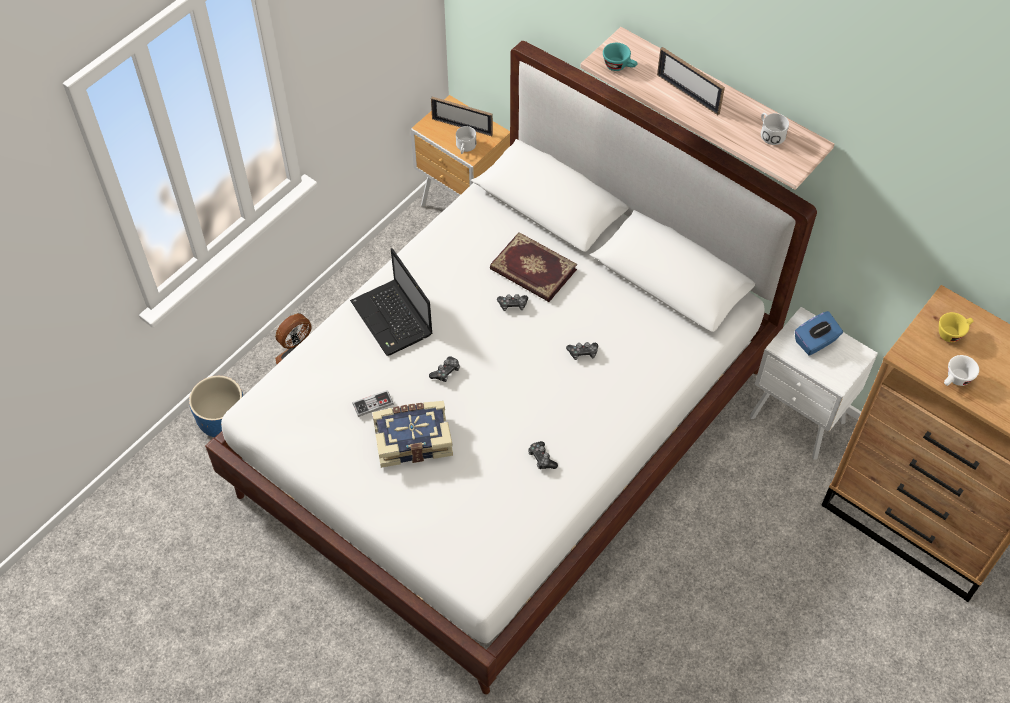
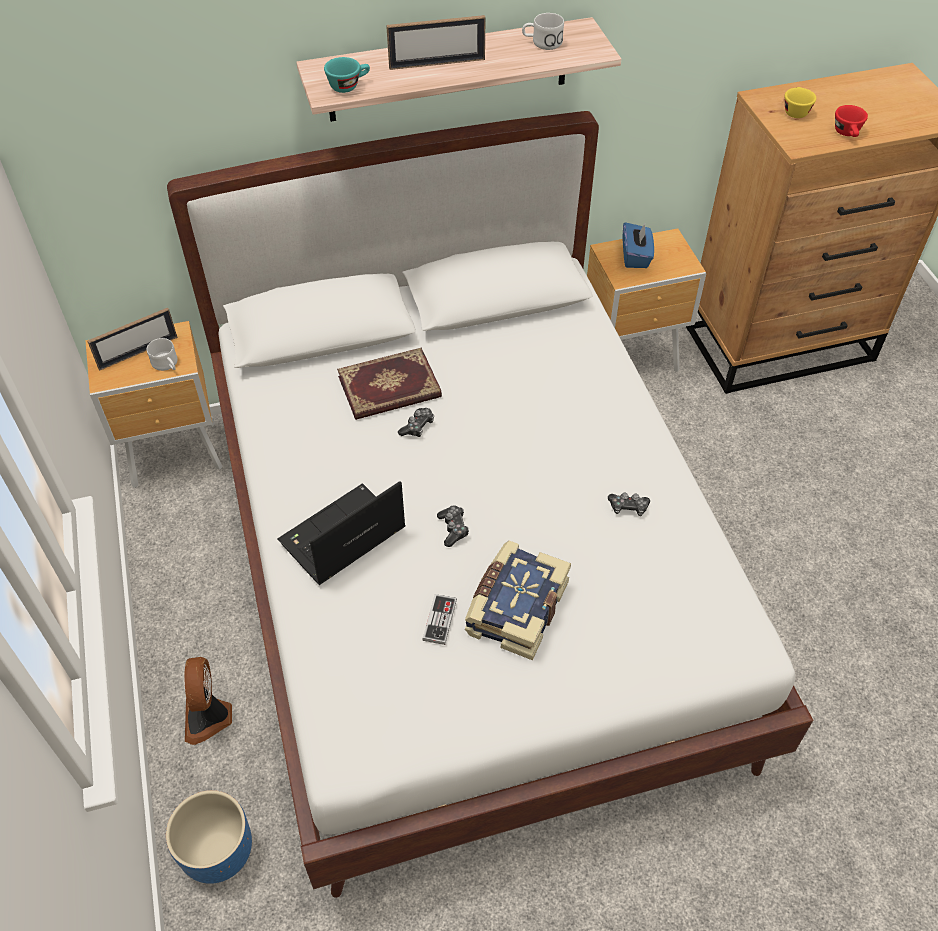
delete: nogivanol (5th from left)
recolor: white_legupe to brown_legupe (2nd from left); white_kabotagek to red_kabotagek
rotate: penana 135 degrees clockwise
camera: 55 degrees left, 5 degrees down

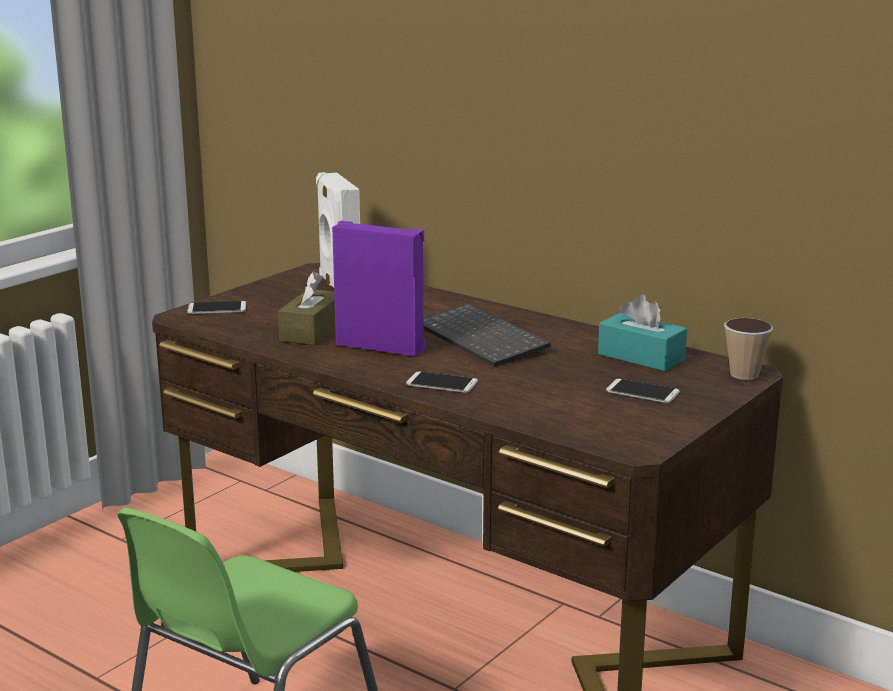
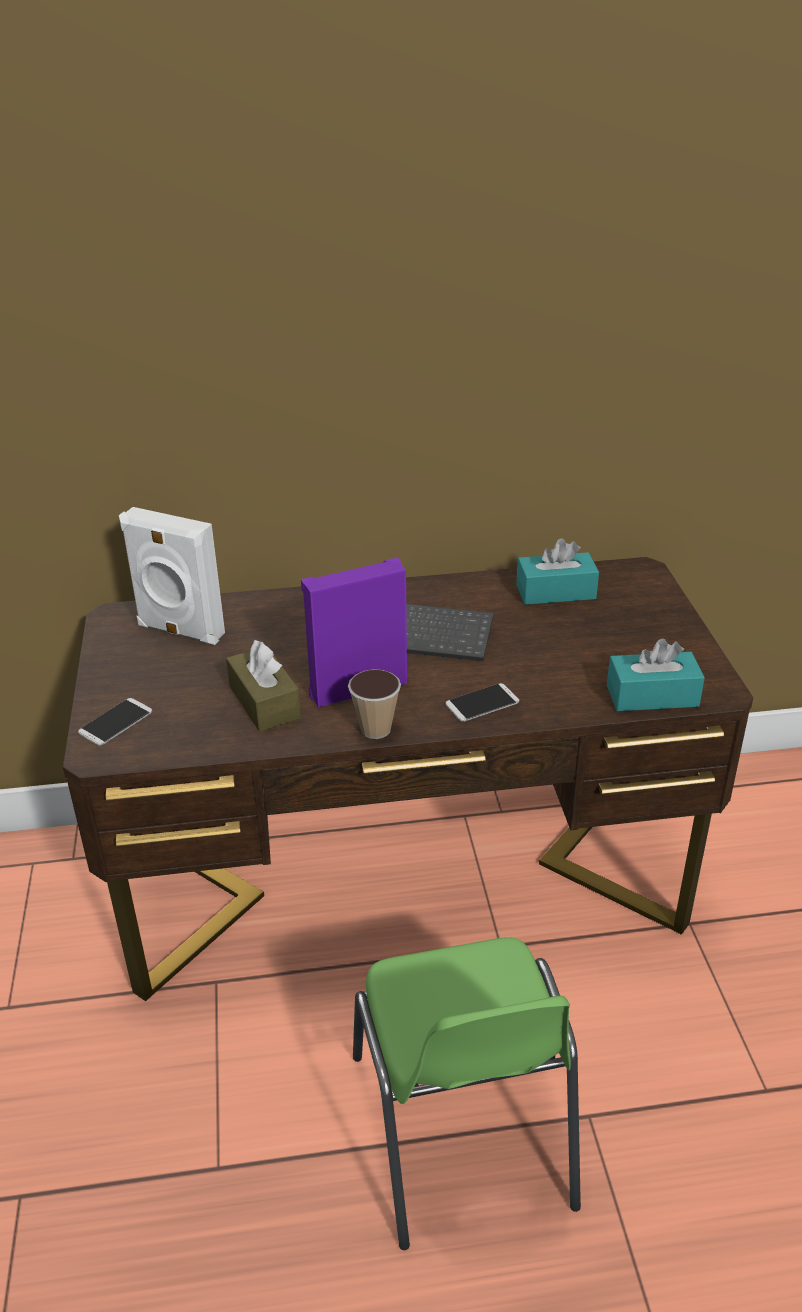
delete: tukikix (3rd from left)
insert: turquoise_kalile (2nd from left)
move: kabotagek
camera: 45 degrees left, 15 degrees up

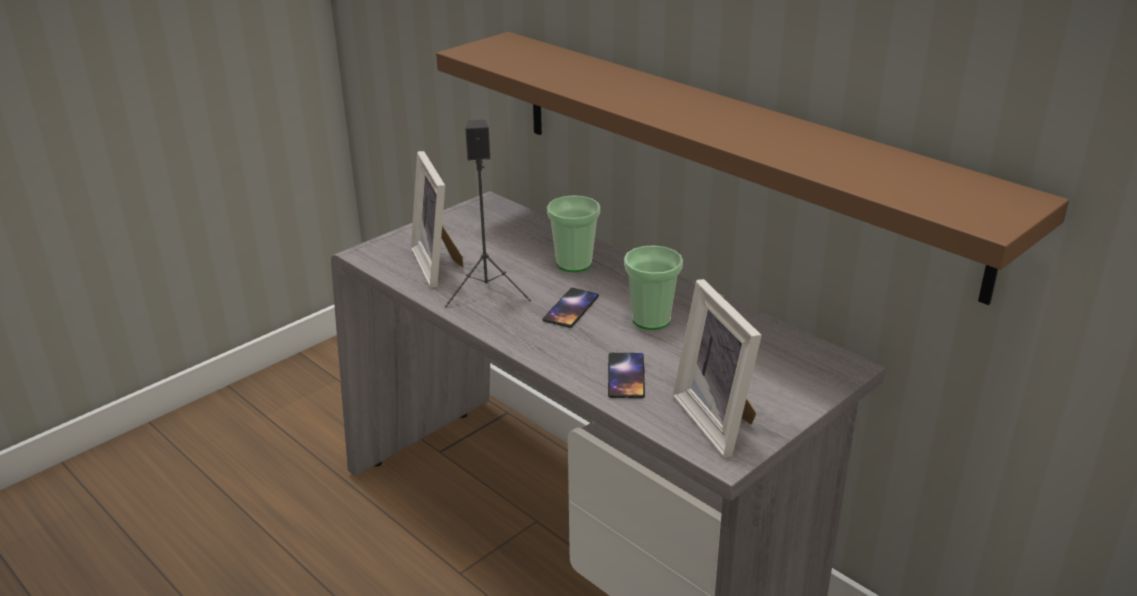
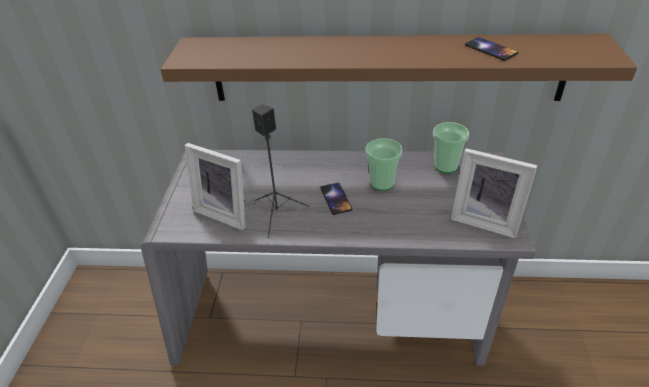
move: kabotagek (1st from left in the first image) to kabotagek (2nd from left); tukikix (2nd from left)
camera: 40 degrees left, 10 degrees up

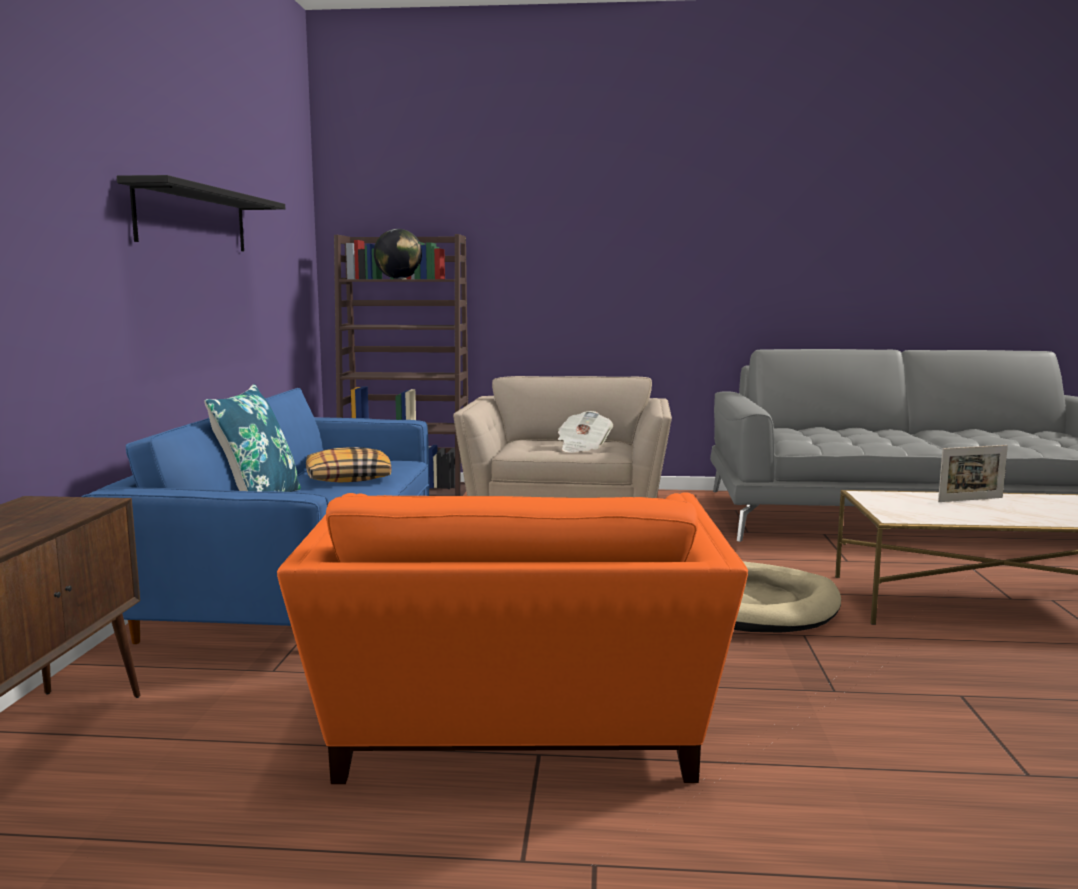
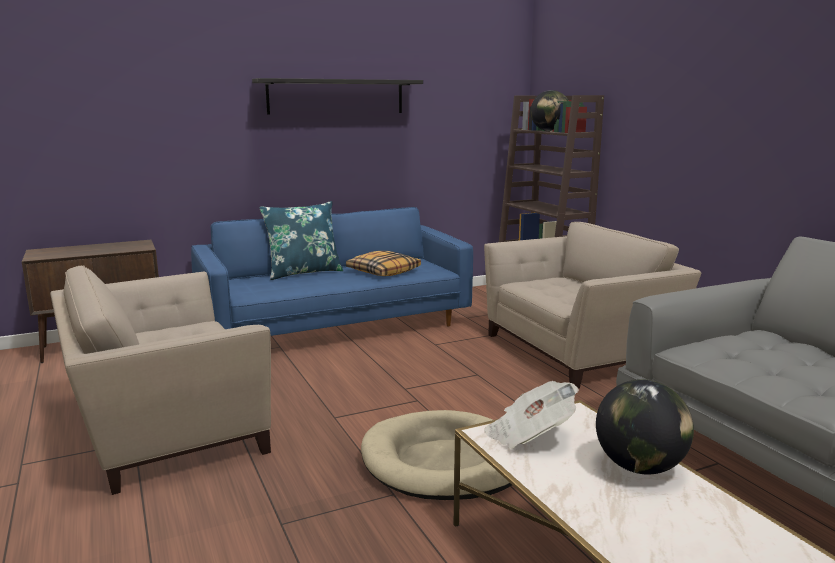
move: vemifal
replace: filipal to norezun (2nd from left)
recolor: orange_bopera to beige_bopera (1st from left)
camera: 60 degrees right, 5 degrees up

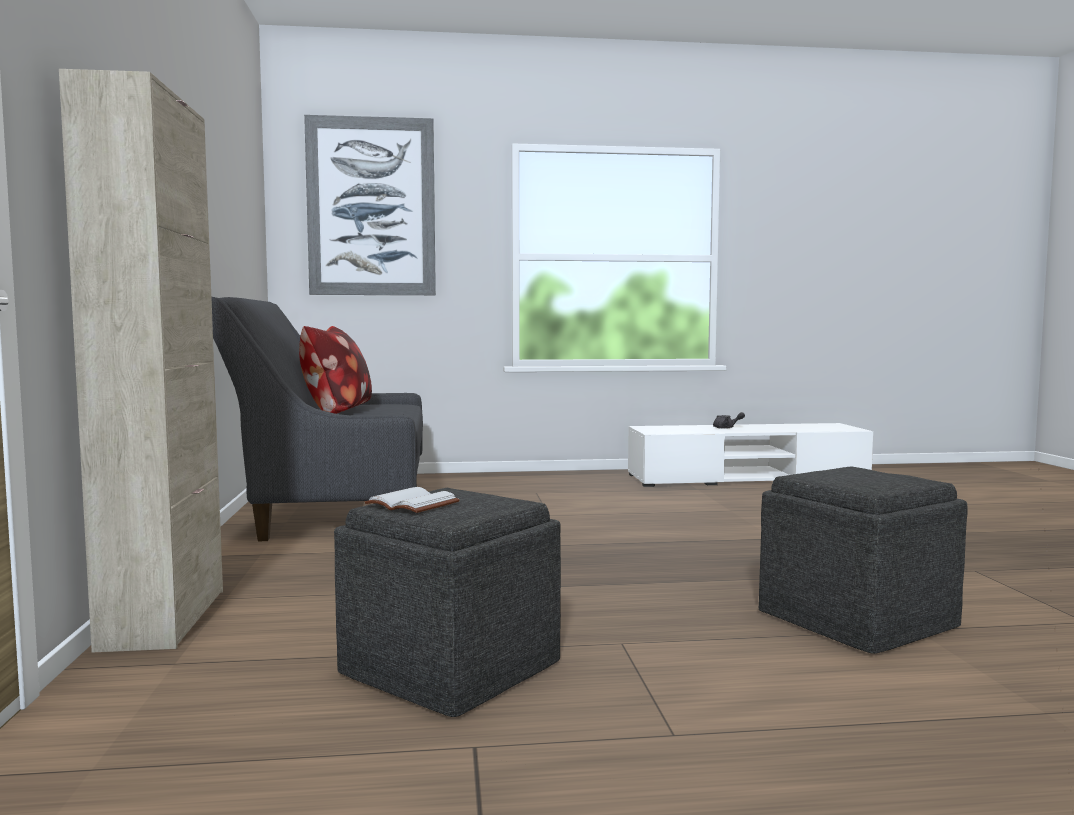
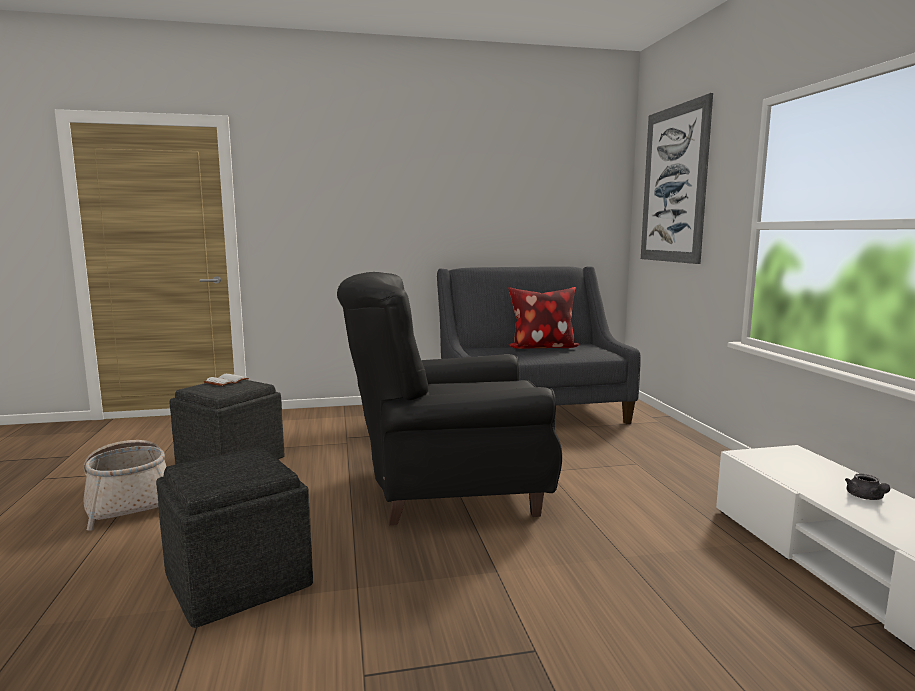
delete: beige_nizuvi
insert: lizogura; black_bopera
camera: 85 degrees right, 5 degrees up

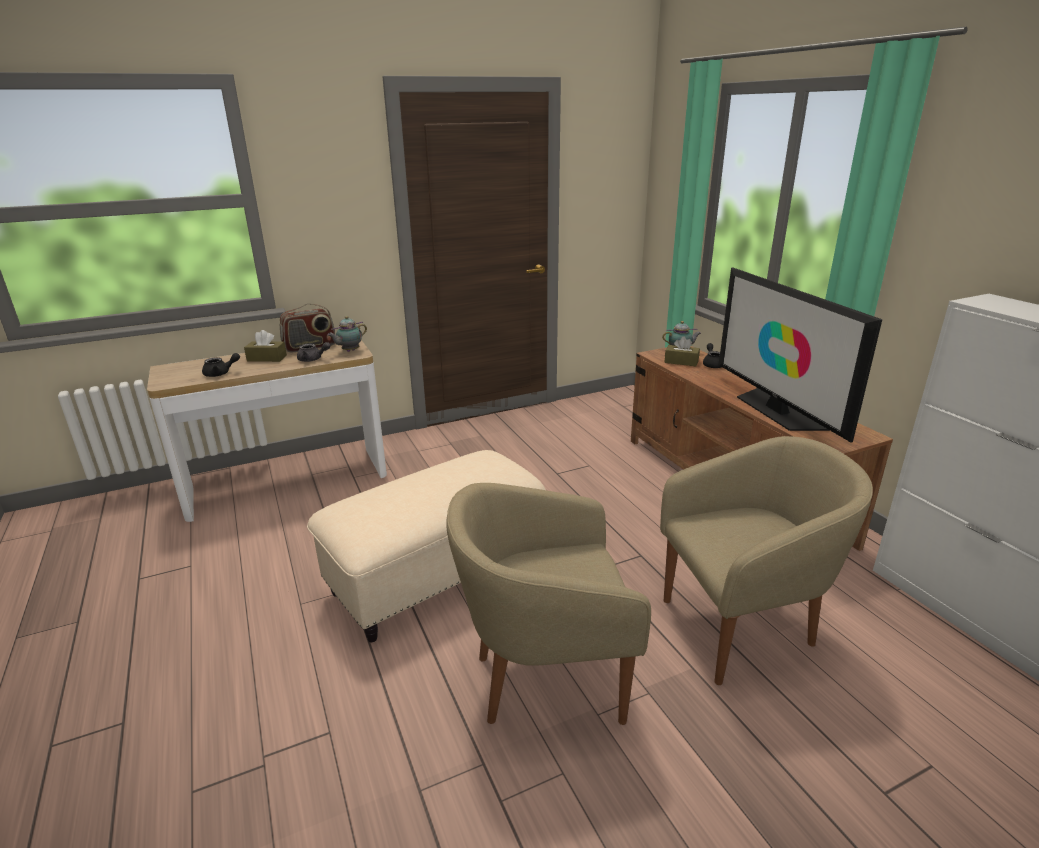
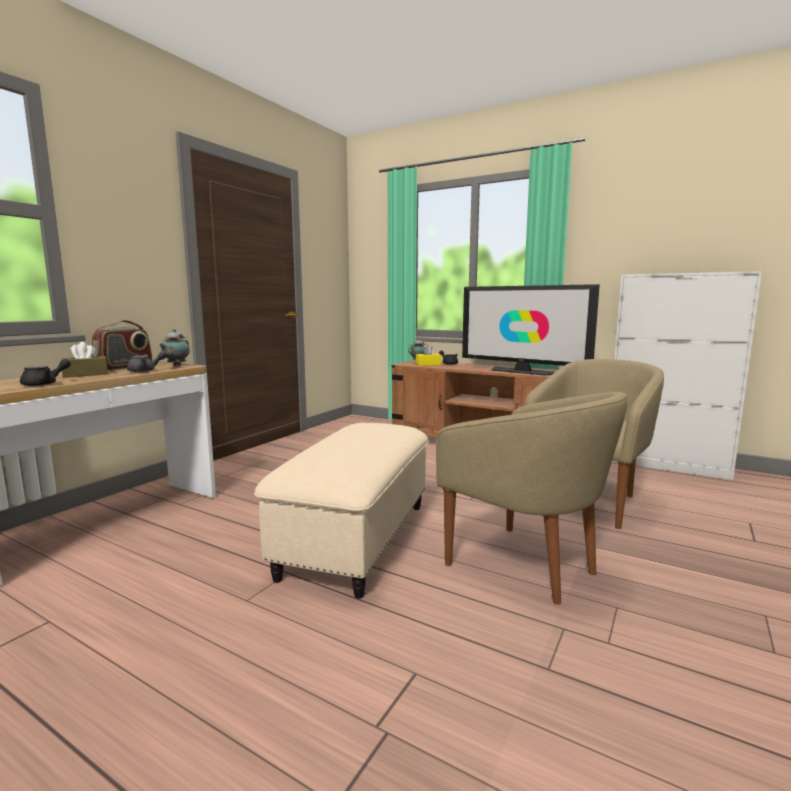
recolor: brown_kalile (2nd from left) to yellow_kalile
rotate: beige_bopera (1st from left) 90 degrees counterclockwise
camera: 35 degrees left, 15 degrees down

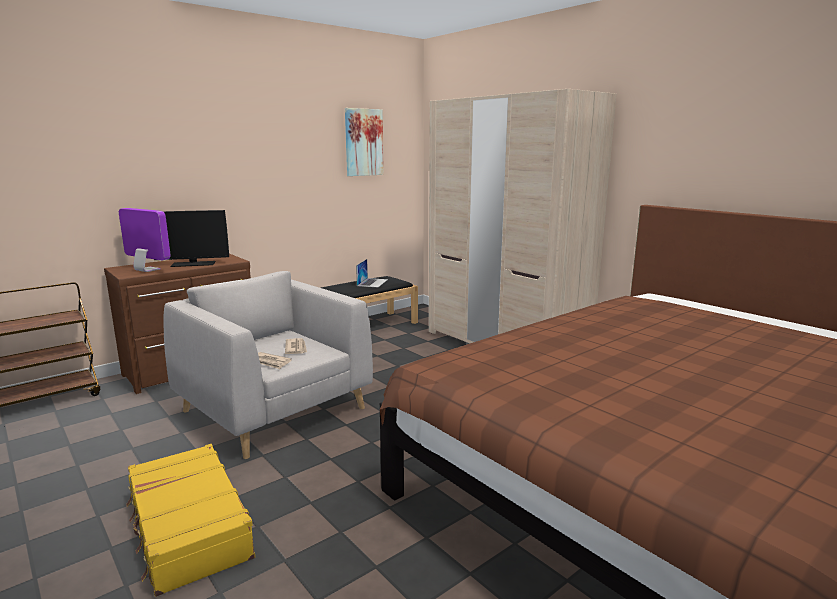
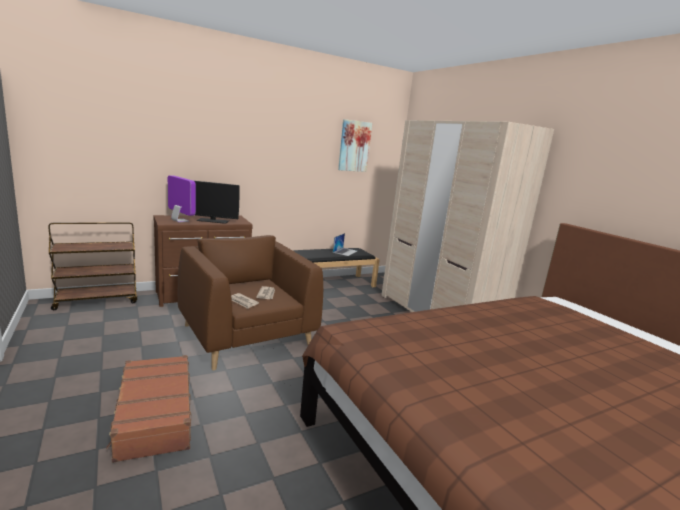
recolor: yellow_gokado to brown_gokado; grey_bopera to brown_bopera
camera: 10 degrees right, 0 degrees up

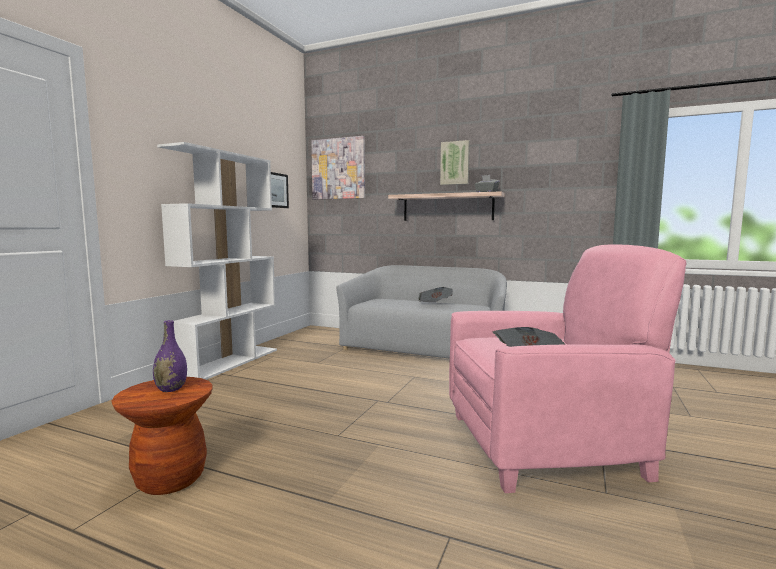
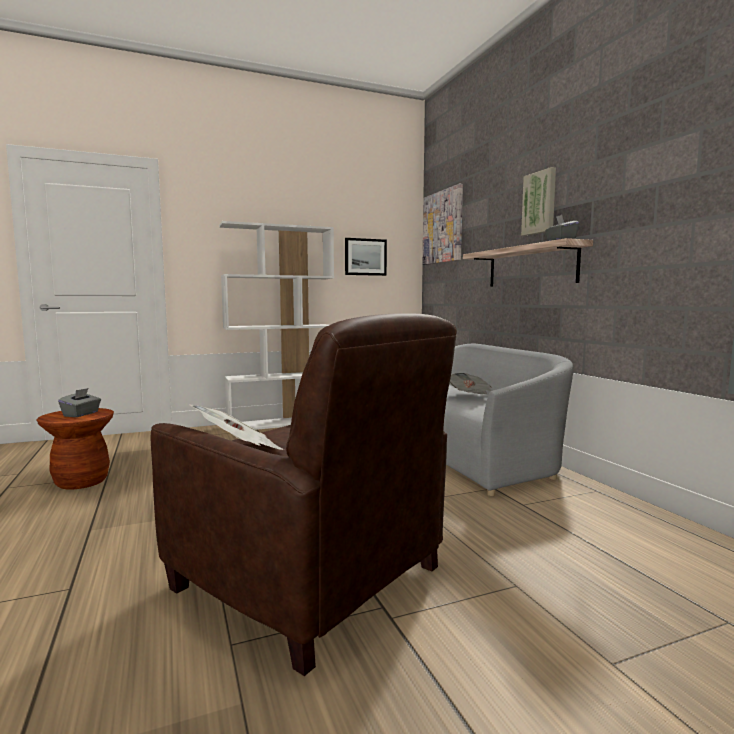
replace: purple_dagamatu to grey_kalile (1st from left)
recolor: pink_bopera to brown_bopera
camera: 45 degrees right, 0 degrees up

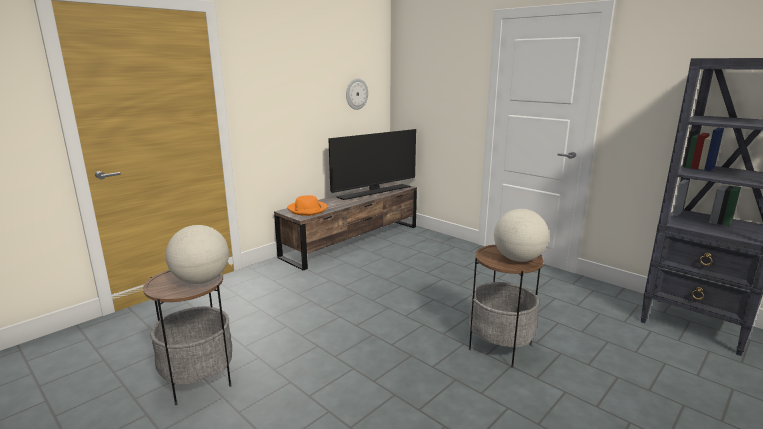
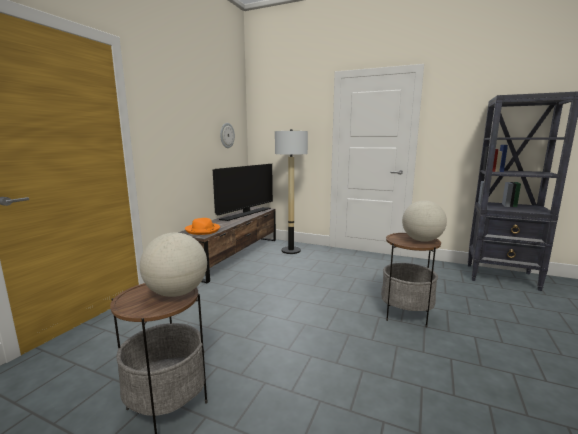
insert: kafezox
camera: 20 degrees left, 5 degrees down

